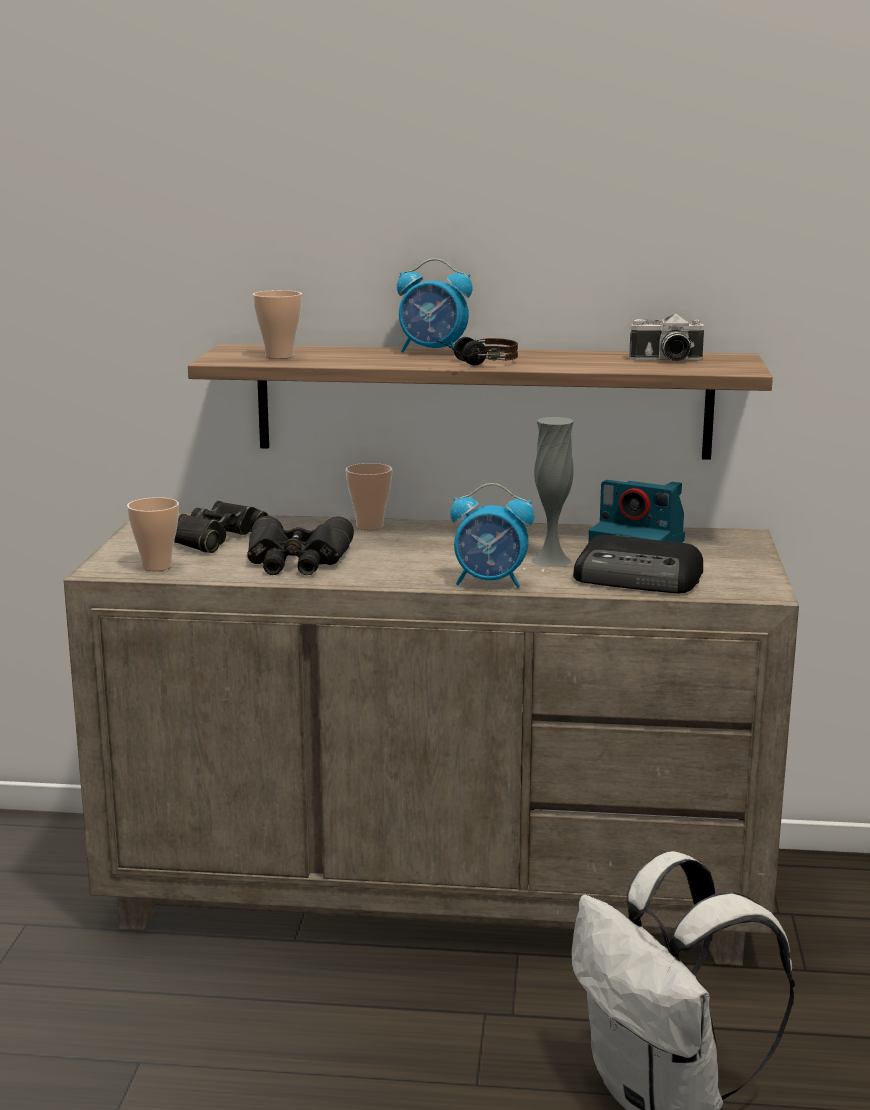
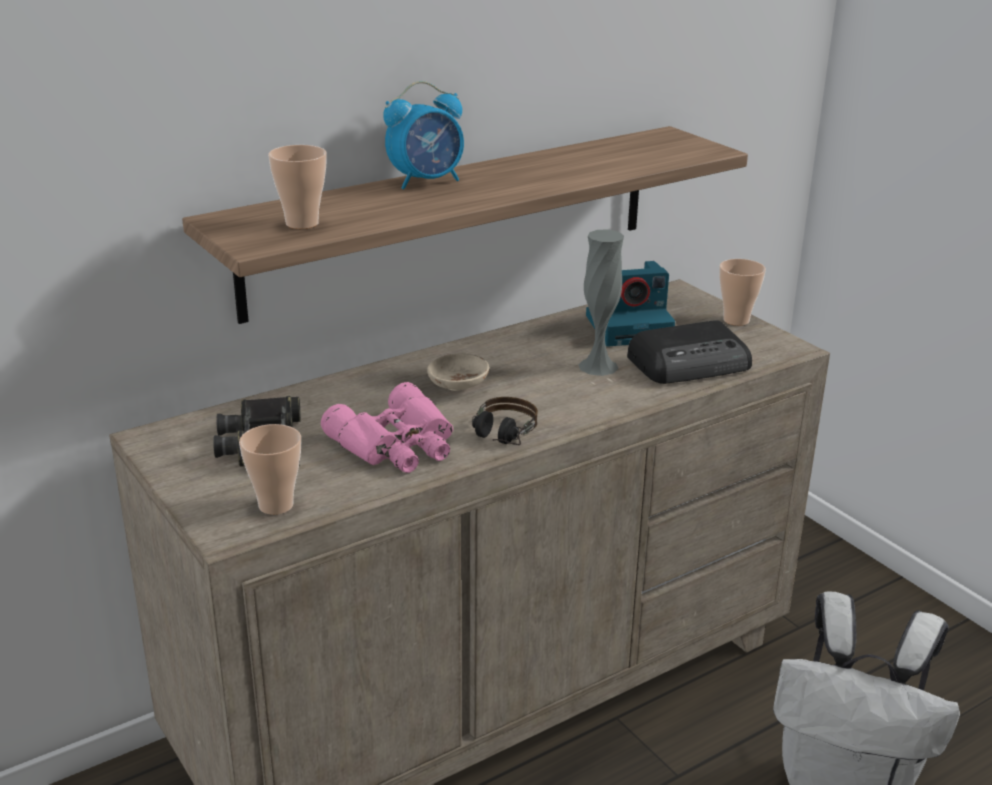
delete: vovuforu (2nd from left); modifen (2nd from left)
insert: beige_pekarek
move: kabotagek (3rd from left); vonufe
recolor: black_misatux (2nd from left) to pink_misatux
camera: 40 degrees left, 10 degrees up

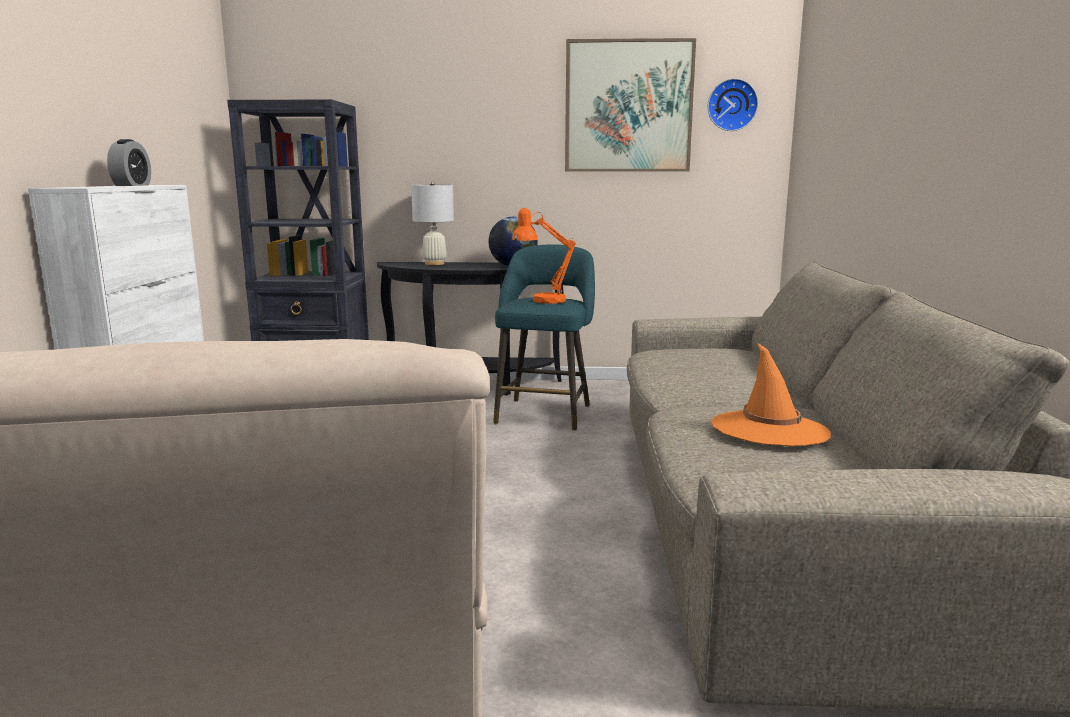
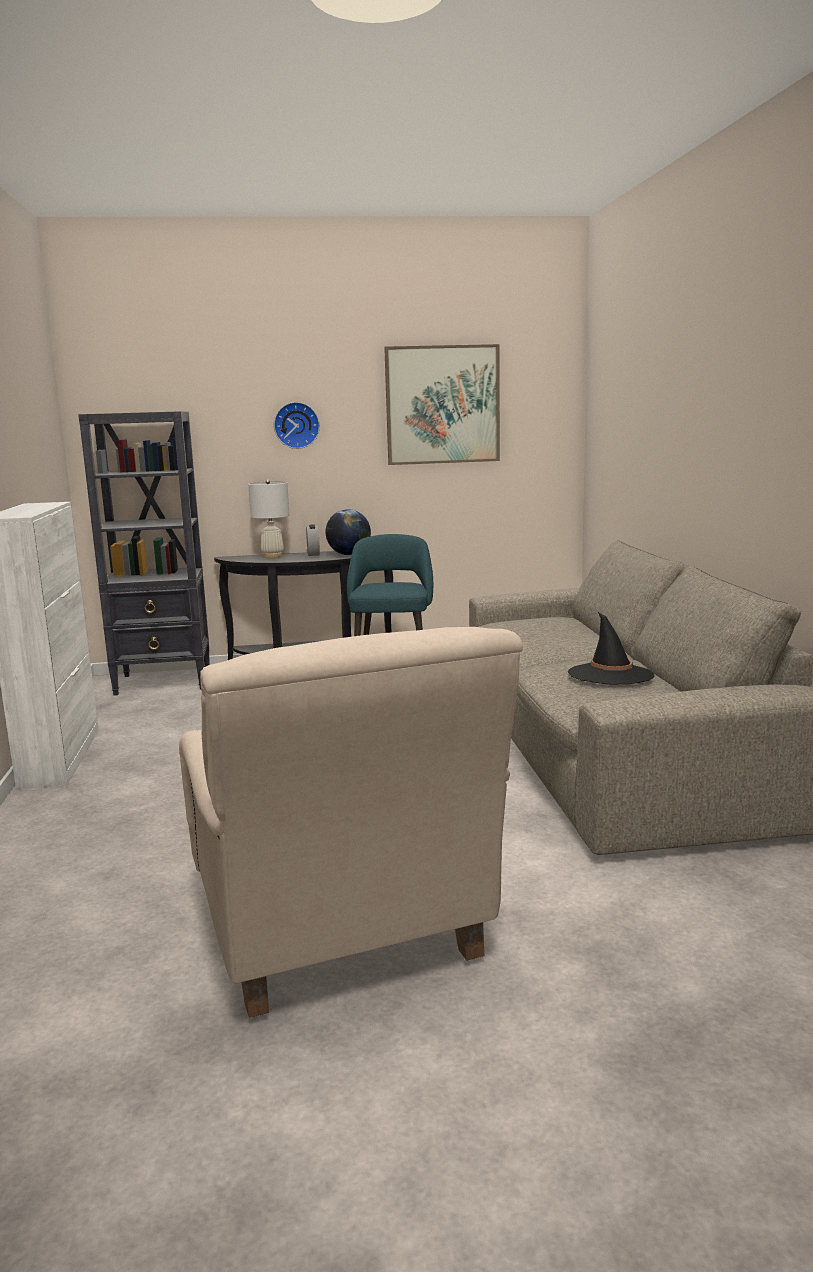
delete: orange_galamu
move: vovuforu; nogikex
recolor: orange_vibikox to black_vibikox
camera: 10 degrees left, 0 degrees up

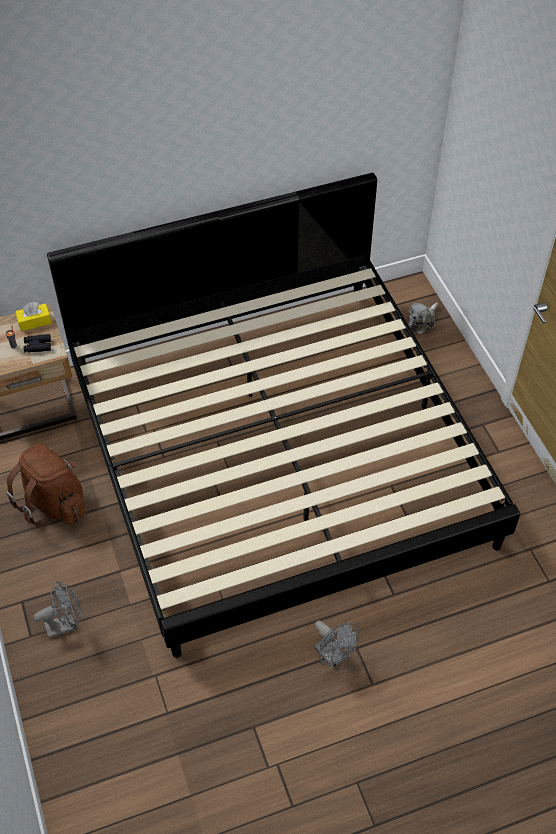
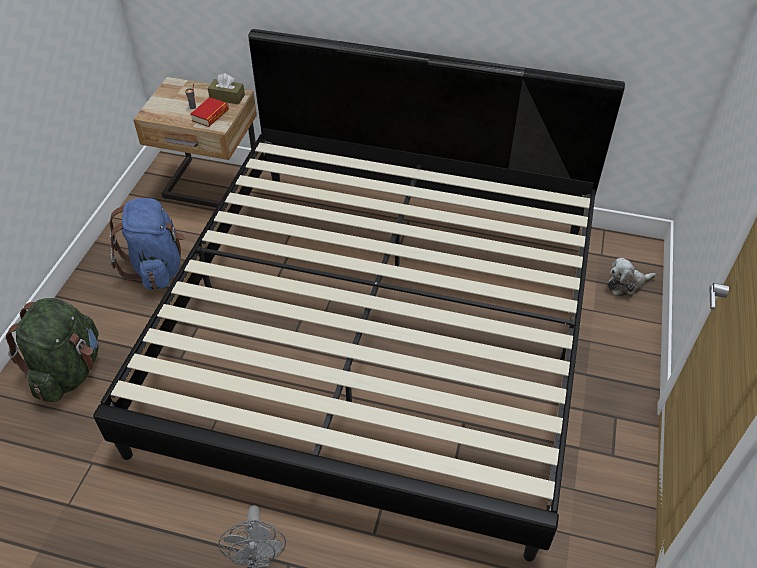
replace: black_misatux to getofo; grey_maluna (1st from left) to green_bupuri
recolor: brown_bupuri to blue_bupuri; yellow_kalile to brown_kalile
camera: 35 degrees right, 5 degrees down

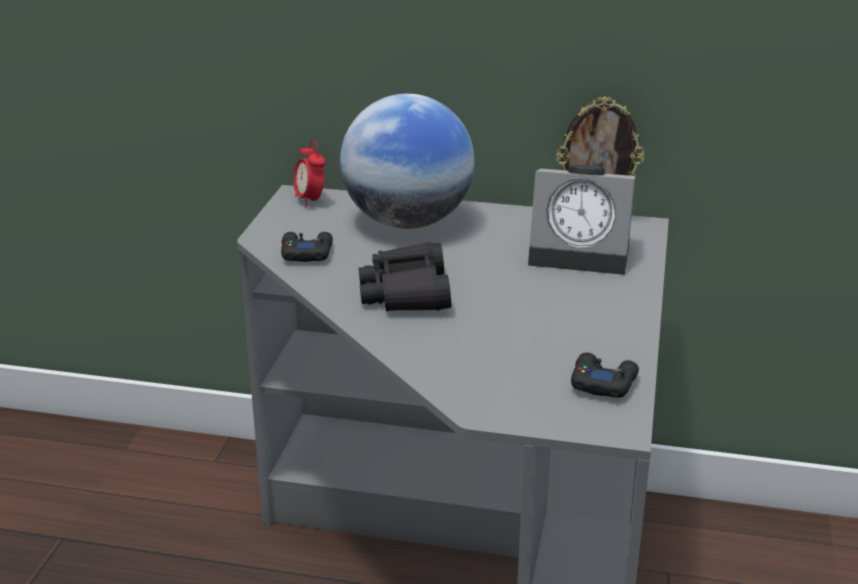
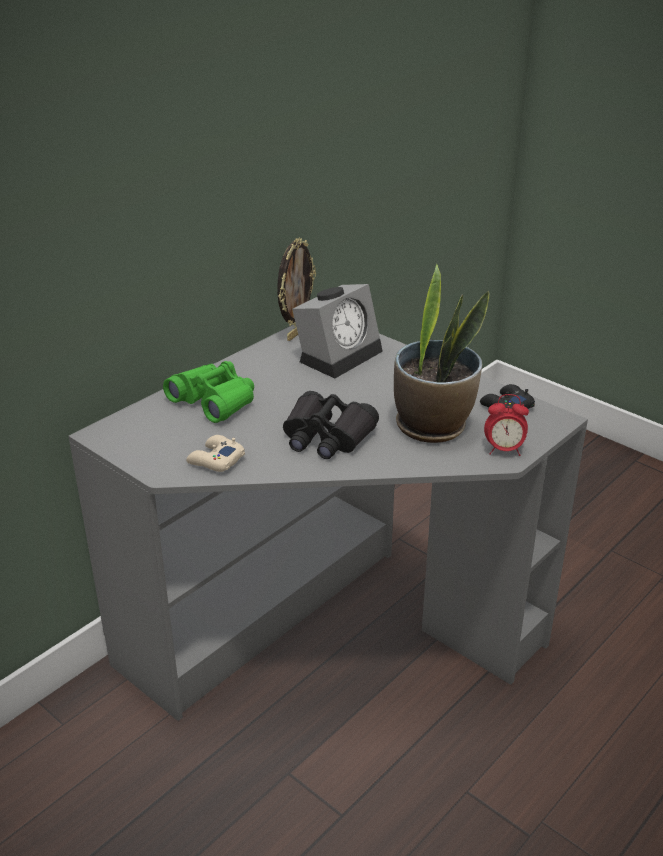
insert: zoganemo
move: vovuforu (1st from left in the first image) to vovuforu (2nd from left)
replace: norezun to green_misatux
recolor: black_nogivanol (1st from left) to beige_nogivanol
camera: 60 degrees left, 5 degrees up

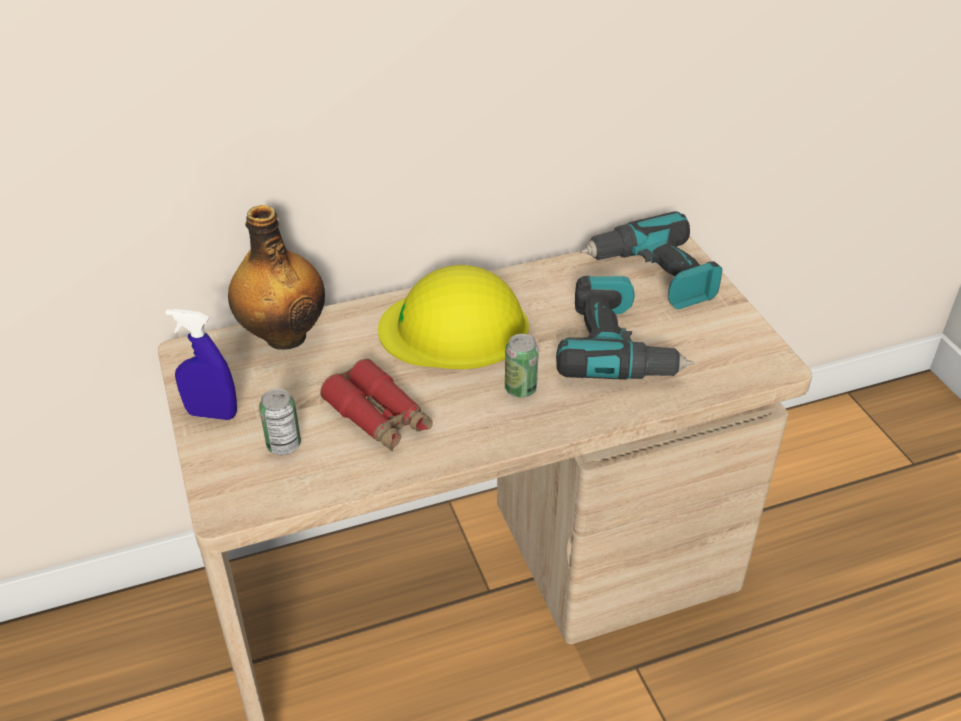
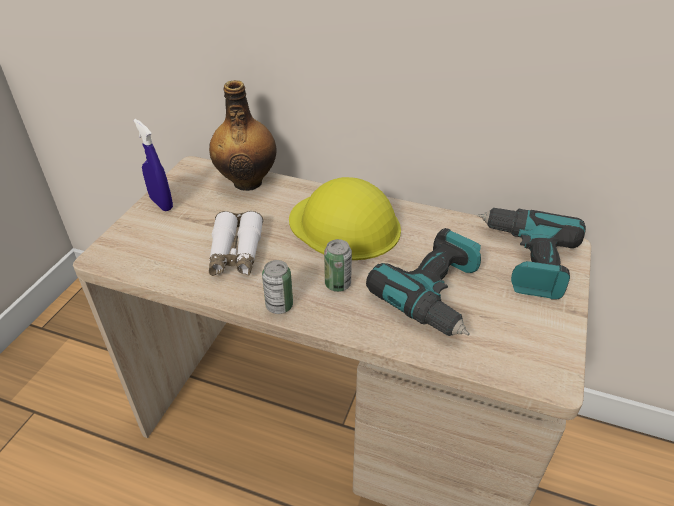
move: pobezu (1st from left)
recolor: red_misatux to white_misatux
camera: 40 degrees right, 0 degrees up

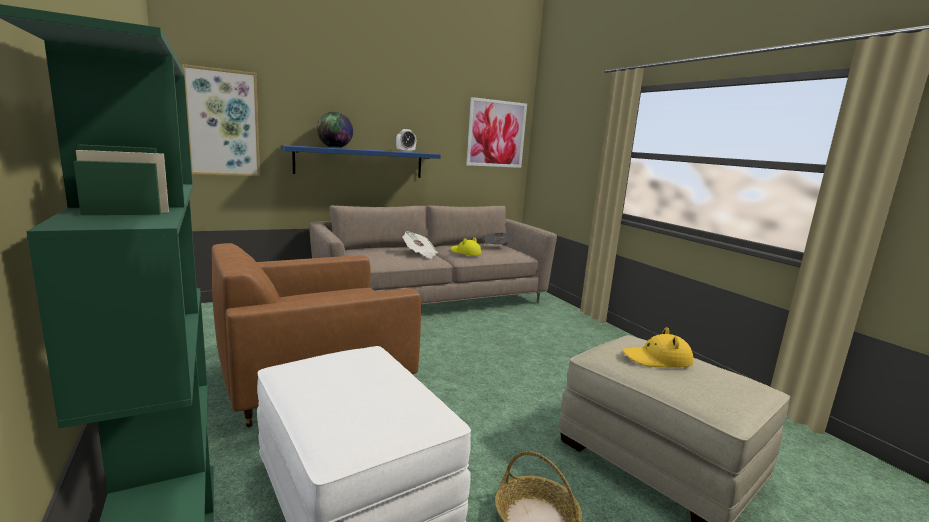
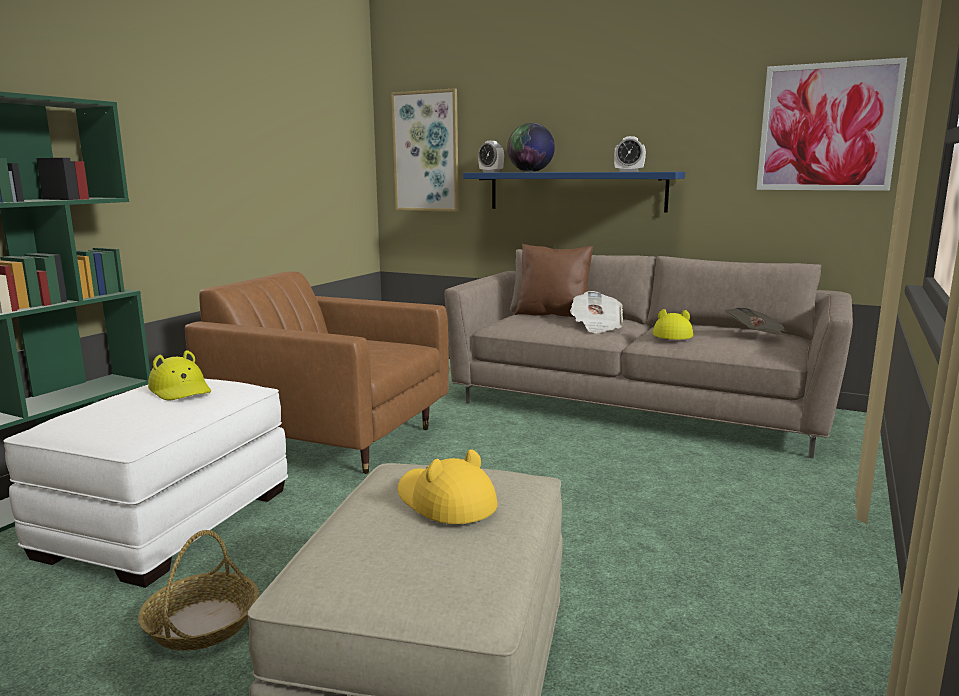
insert: yellow_vibikox (1st from left); vovuforu (1st from left); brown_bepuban
camera: 55 degrees right, 0 degrees up

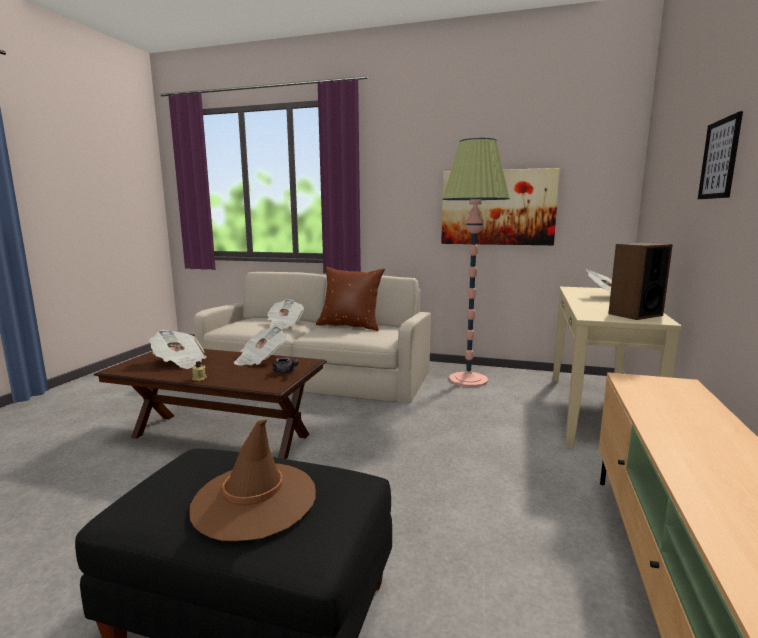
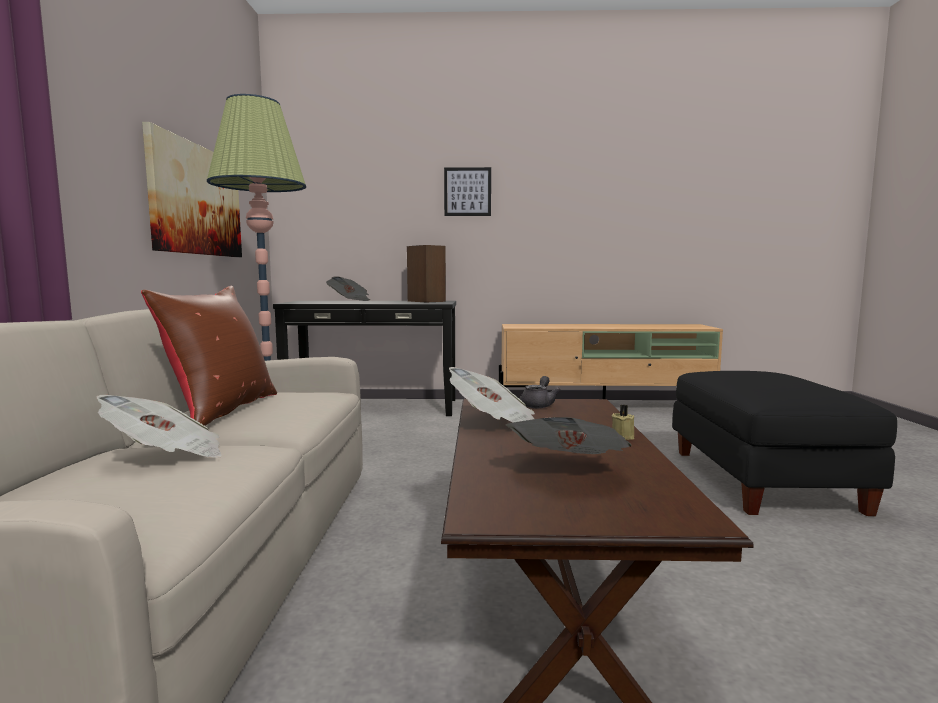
delete: brown_vibikox
recolor: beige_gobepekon to black_gobepekon
camera: 105 degrees left, 5 degrees down

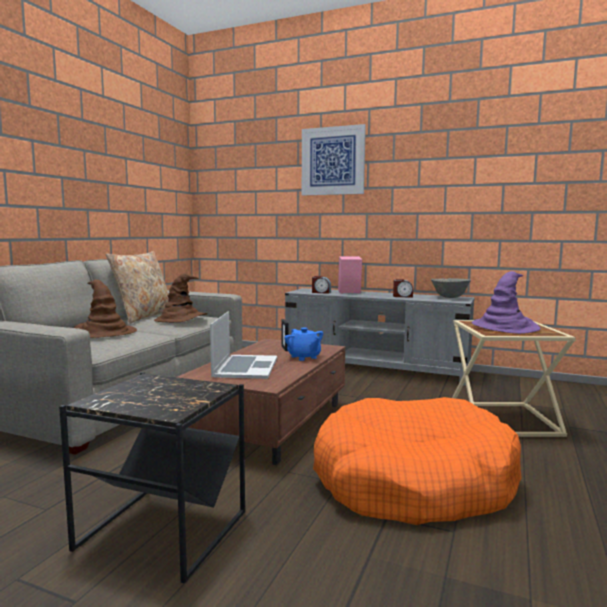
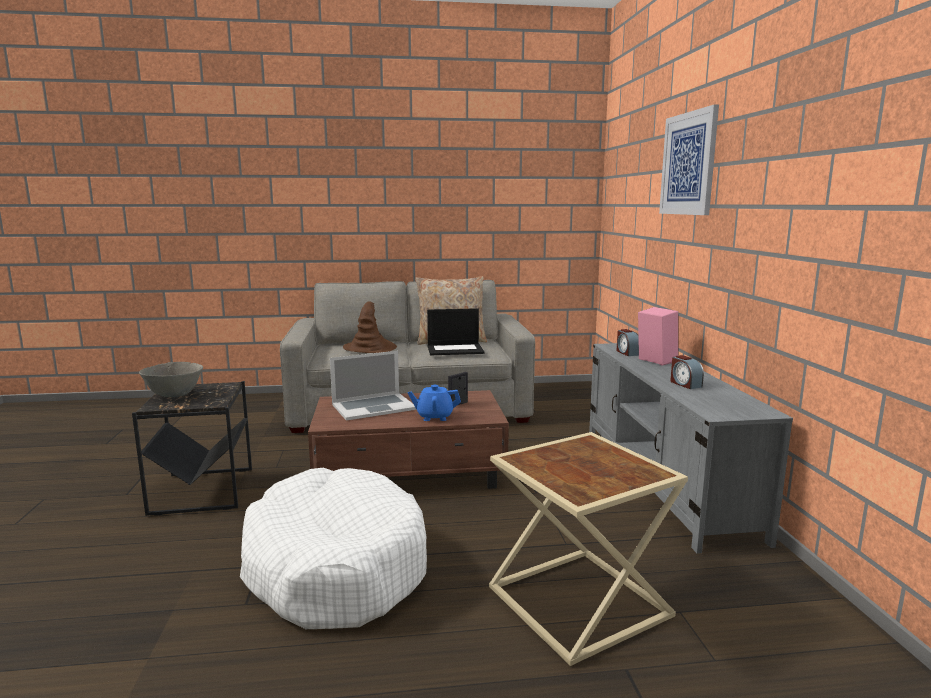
delete: purple_vibikox
move: grey_pekarek
replace: brown_vibikox (2nd from left) to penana (2nd from left)
recolor: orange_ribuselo to white_ribuselo
rotate: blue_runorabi 60 degrees clockwise
camera: 60 degrees right, 5 degrees up

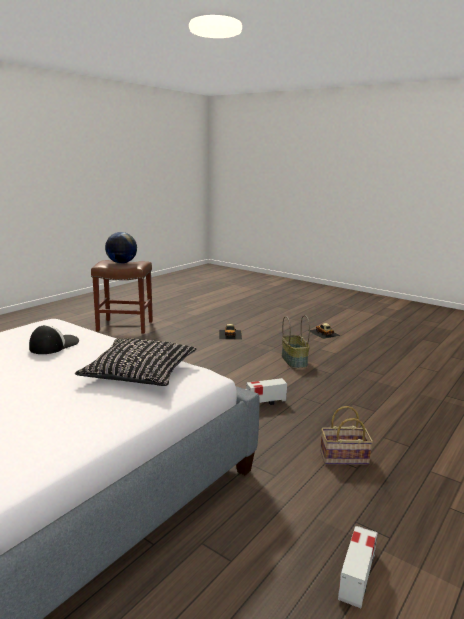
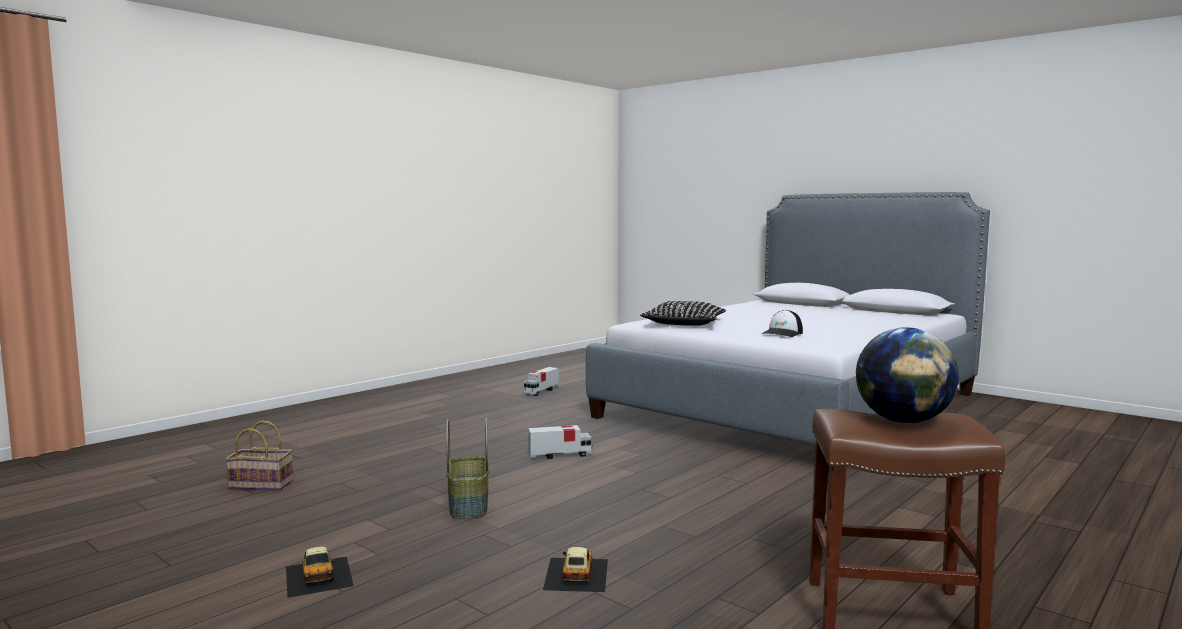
move: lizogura (2nd from left in the first image) to lizogura (1st from left)
camera: 175 degrees left, 10 degrees down

